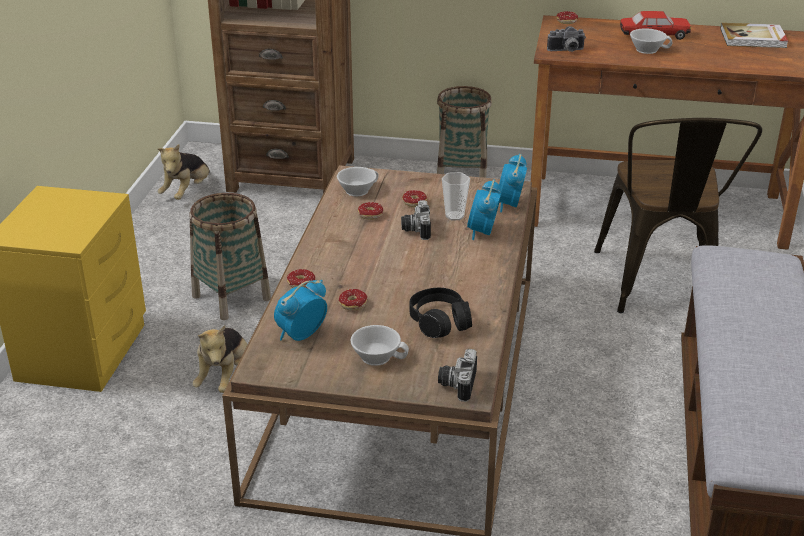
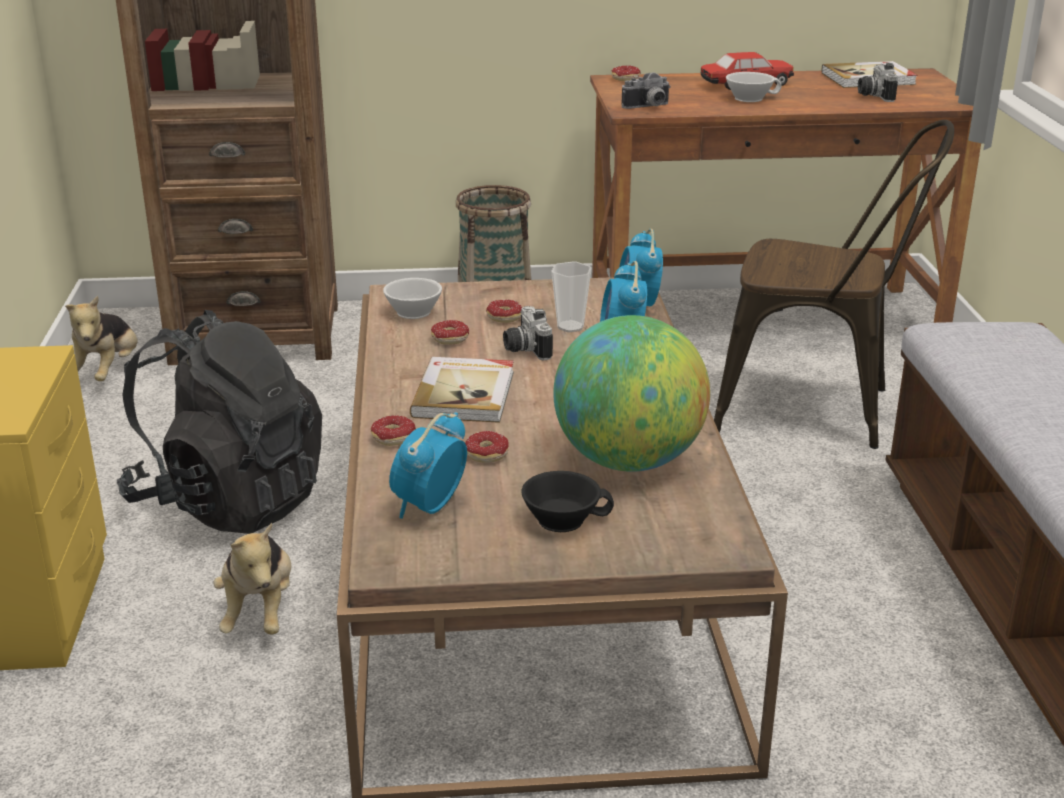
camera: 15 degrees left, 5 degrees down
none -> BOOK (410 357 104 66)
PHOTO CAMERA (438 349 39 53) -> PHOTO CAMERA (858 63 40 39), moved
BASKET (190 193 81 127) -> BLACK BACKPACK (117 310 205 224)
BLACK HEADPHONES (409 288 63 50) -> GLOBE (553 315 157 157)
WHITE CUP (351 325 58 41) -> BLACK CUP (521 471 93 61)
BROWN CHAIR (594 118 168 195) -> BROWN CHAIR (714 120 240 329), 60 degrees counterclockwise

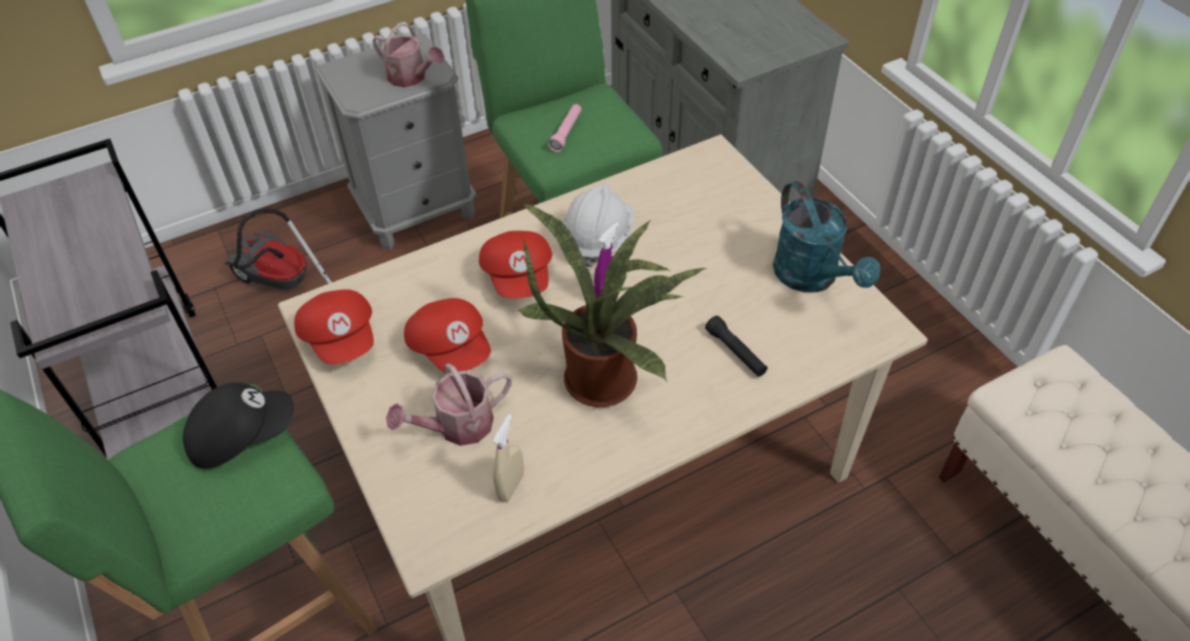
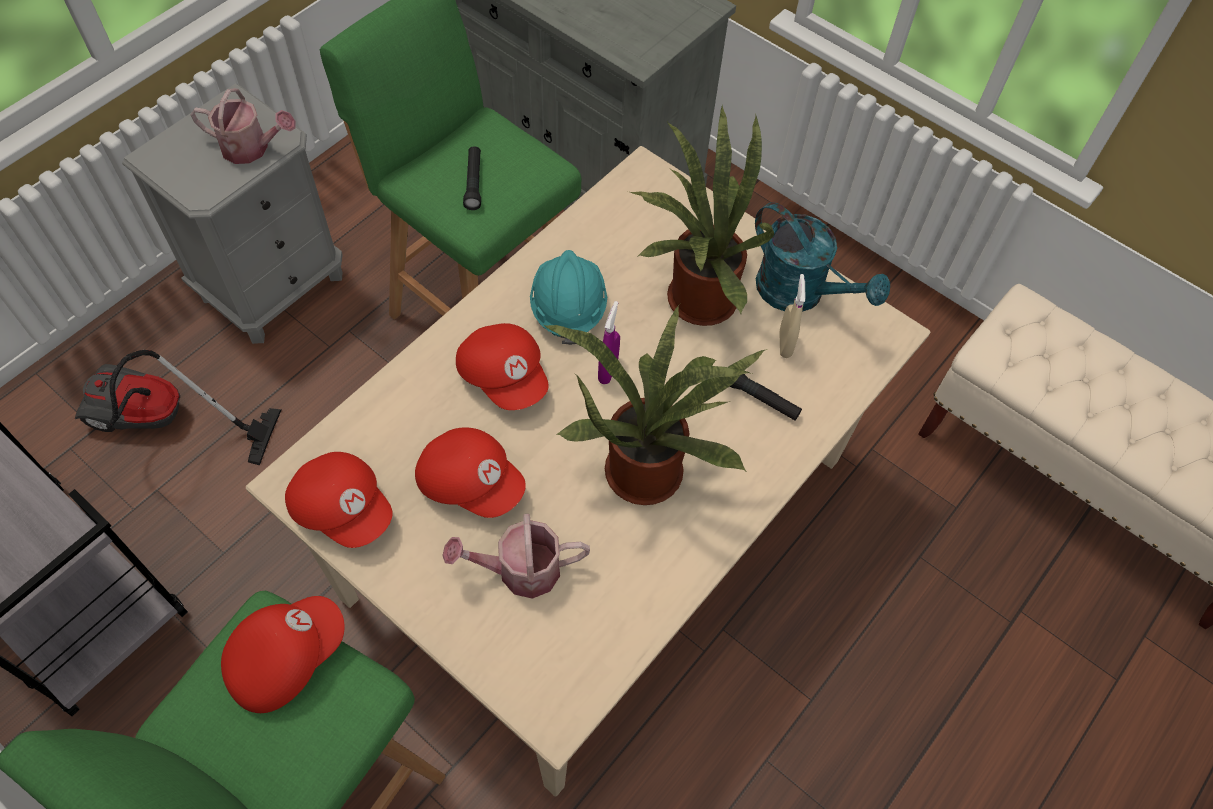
camera: 25 degrees left, 10 degrees up
none -> POTTED PLANT (628 104 147 222)
BEIGE SPRAY BOTTLE (492 414 32 88) -> BEIGE SPRAY BOTTLE (780 274 26 84), moved
BLACK CAP (183 382 111 87) -> RED CAP (221 596 123 117)
PINK FLASHLIGHT (548 104 34 48) -> BLACK FLASHLIGHT (463 146 18 64)
WHITE HARD HAT (564 184 70 83) -> TURQUOISE HARD HAT (530 250 77 95)
WATERING CAN (386 363 126 83) -> WATERING CAN (442 514 148 85), 45 degrees clockwise

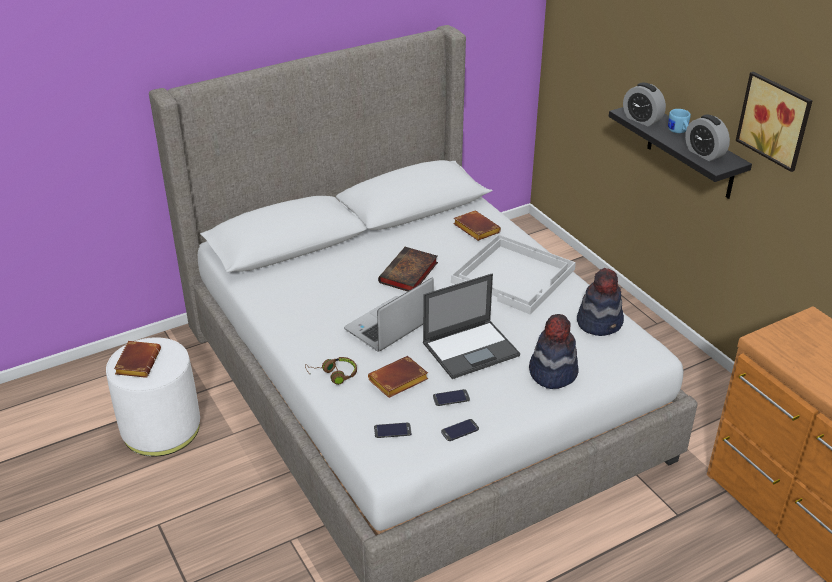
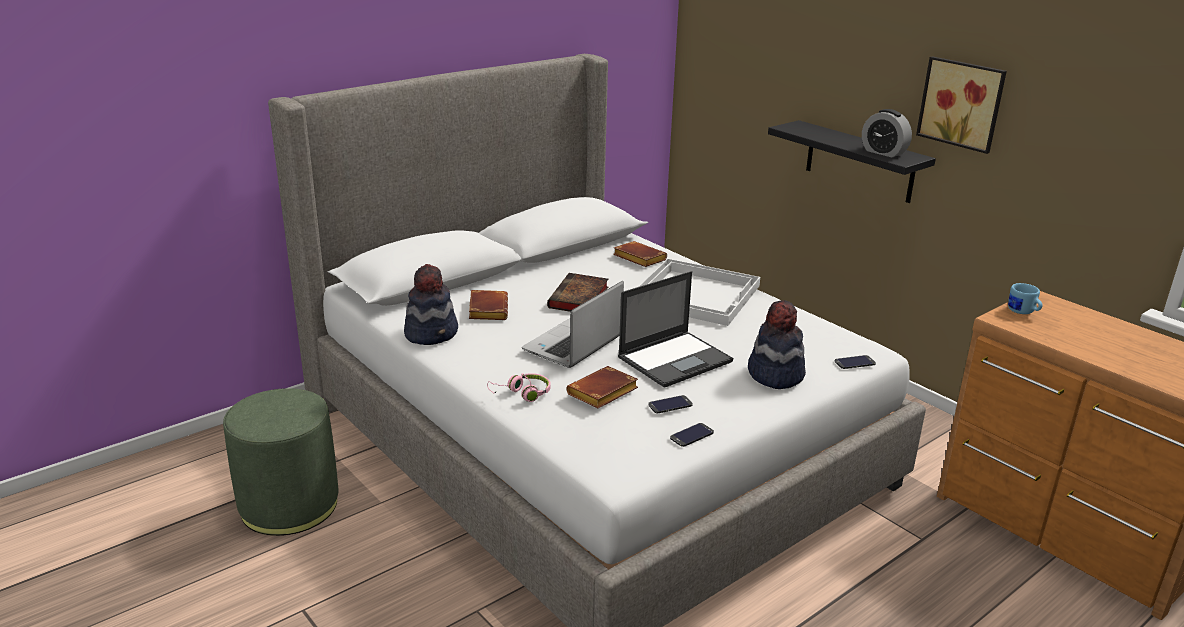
camera: 10 degrees left, 10 degrees down
ALARM CLOCK (623 82 43 44) -> none
BROWN BOOK (114 341 47 37) -> BROWN BOOK (469 290 39 30), moved
PHONE (374 423 38 15) -> PHONE (835 355 41 14), moved
HAT (577 268 47 68) -> HAT (404 264 54 81), moved
BLUE MUG (668 109 23 24) -> BLUE MUG (1008 283 35 31), moved
WHITE OTTOMAN (106 337 94 120) -> GREEN OTTOMAN (223 388 116 148)
BROWN HEADPHONES (305 357 52 28) -> PINK HEADPHONES (487 373 64 29)

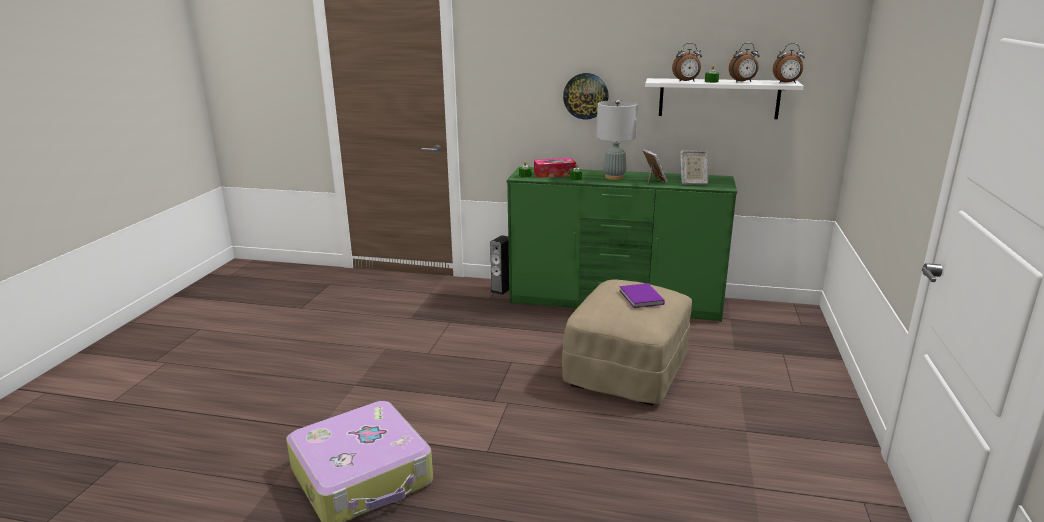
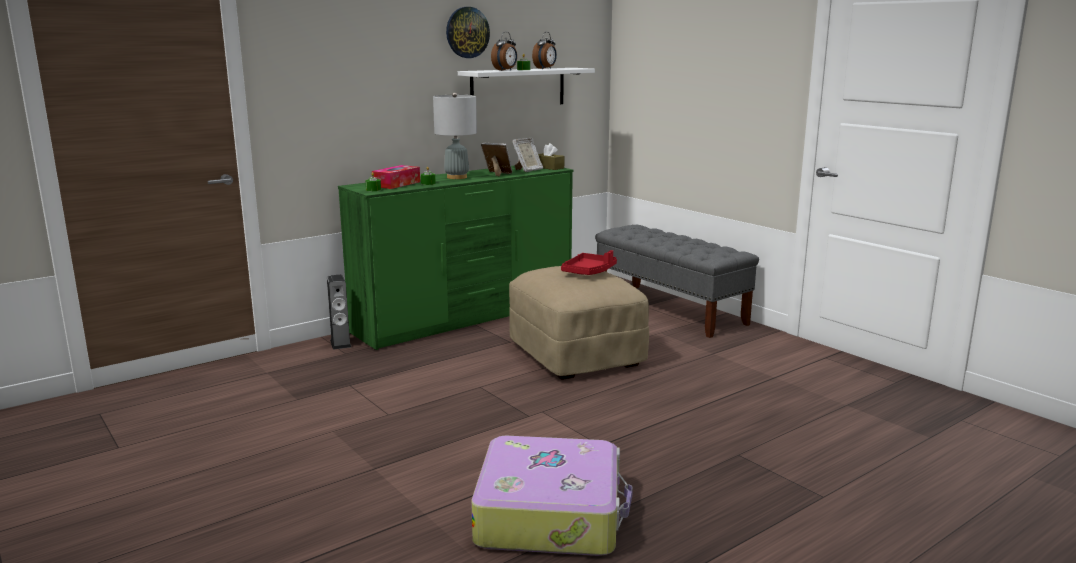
camera: 50 degrees left, 5 degrees down
ALARM CLOCK (773 43 32 40) -> none
none -> BROWN TISSUE BOX (538 143 26 27)
none -> GREY BENCH (595 225 164 113)
WALL CLOCK (563 73 46 46) -> WALL CLOCK (446 7 44 51), moved
PURPLE BOOK (619 283 46 25) -> RED TRAY (561 250 56 25)

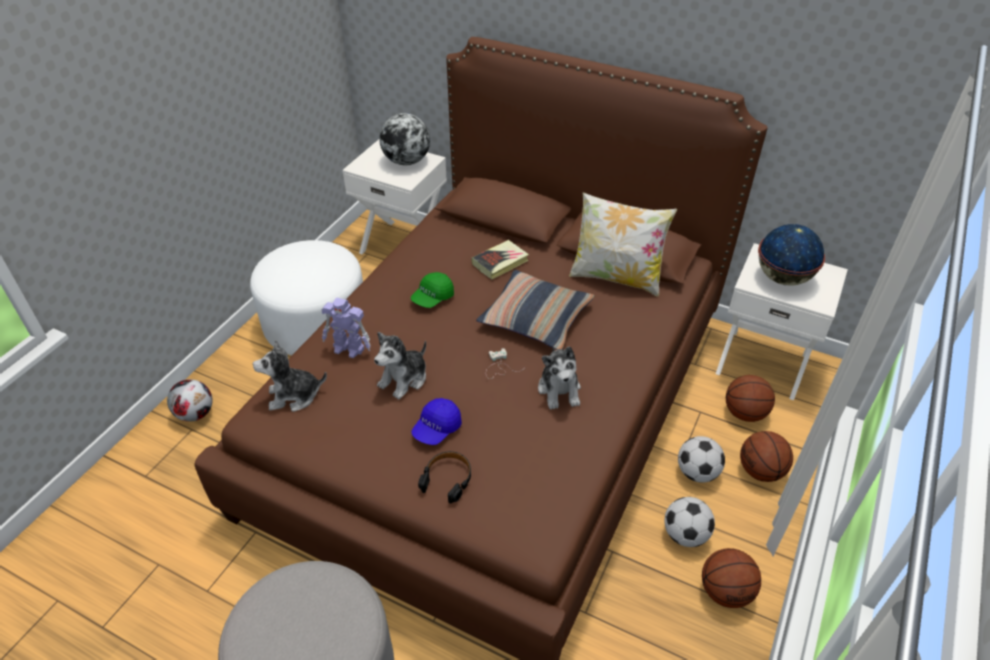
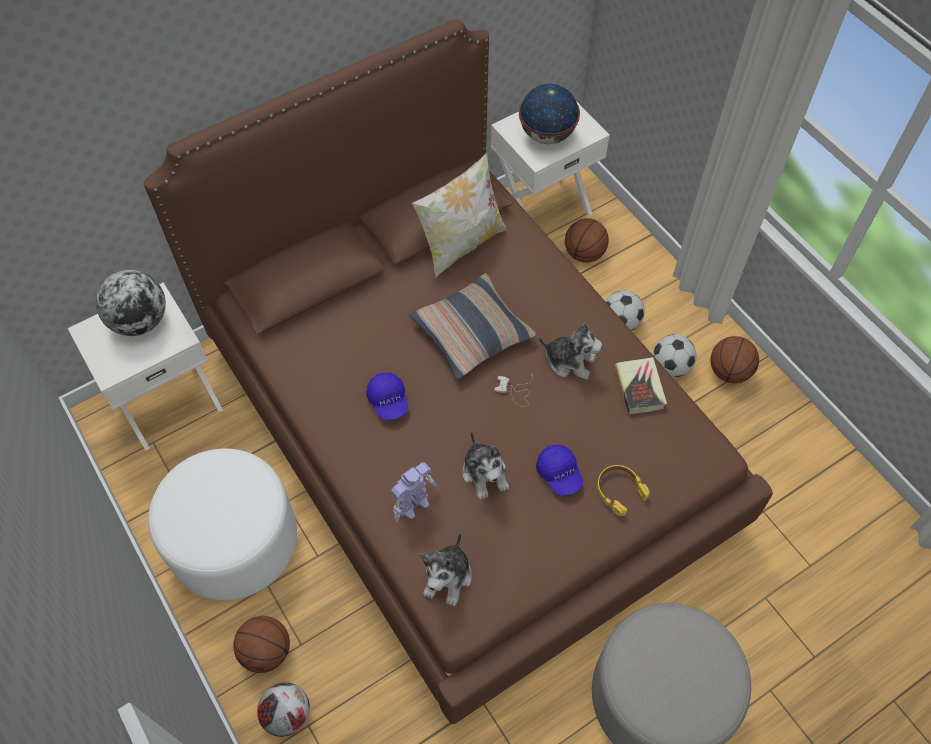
camera: 60 degrees left, 15 degrees up
BOOK (472 240 57 39) -> BOOK (614 357 53 57), moved
BASKETBALL (740 431 53 51) -> BASKETBALL (233 616 57 57), moved
GREEN CAP (411 272 43 36) -> BLUE CAP (366 373 42 47)
BLACK HEADPHONES (418 451 53 52) -> YELLOW HEADPHONES (597 465 53 51)

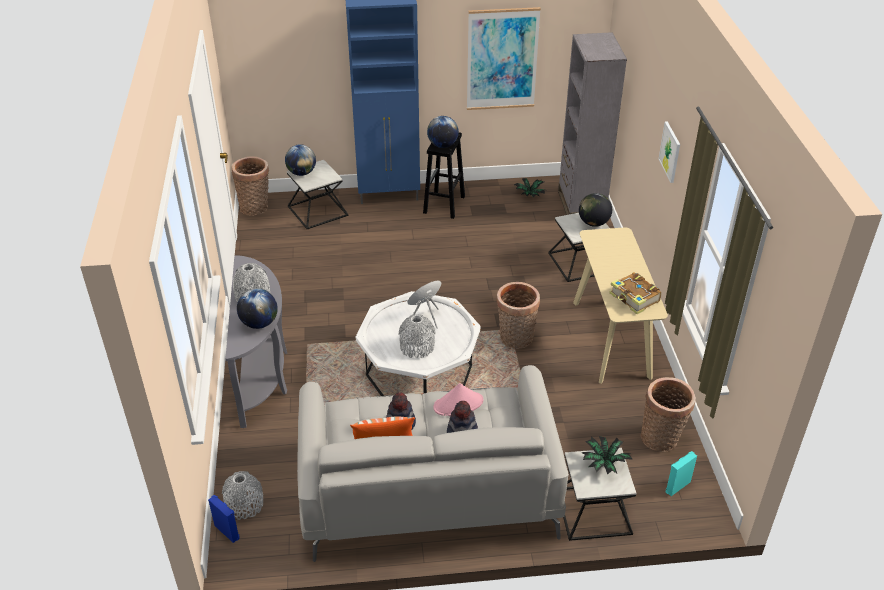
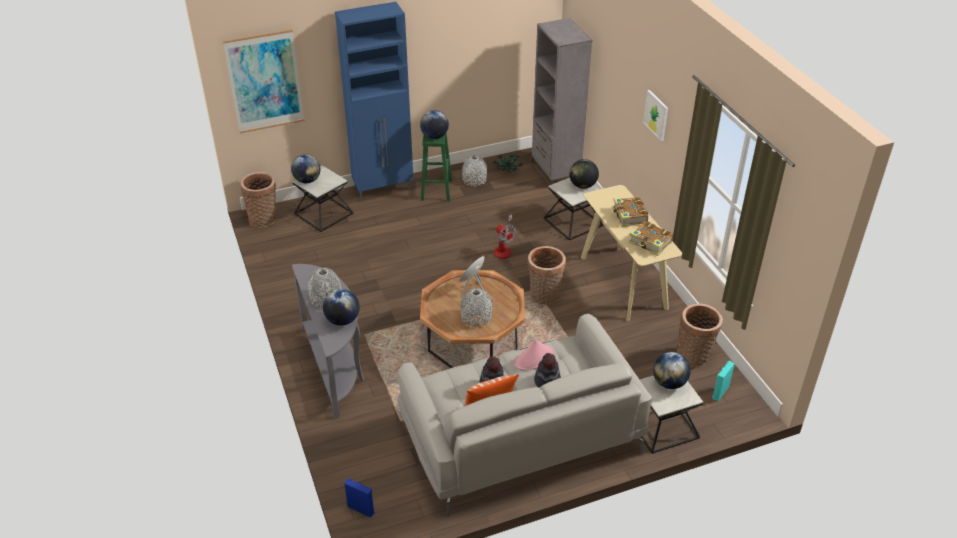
camera: 15 degrees left, 0 degrees up
none -> FAN (494 214 23 45)
none -> BOOK (612 197 36 30)
GREY VASE (222 471 41 49) -> GREY VASE (462 155 25 32), moved
PICTURE (467 7 74 103) -> PICTURE (223 29 82 104), moved
POTTED PLANT (581 436 51 39) -> GLOBE (653 352 38 37)
WHITE COFFEE TABLE (356 291 125 105) -> BROWN COFFEE TABLE (420 270 105 98)
BLACK STOOL (423 133 42 86) -> GREEN STOOL (421 133 31 68)

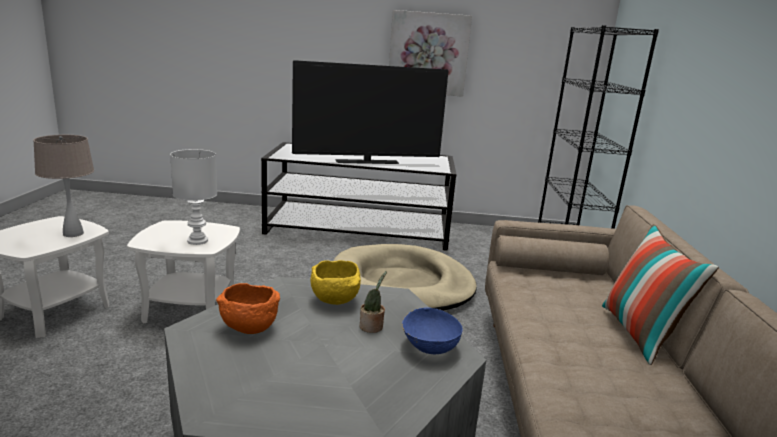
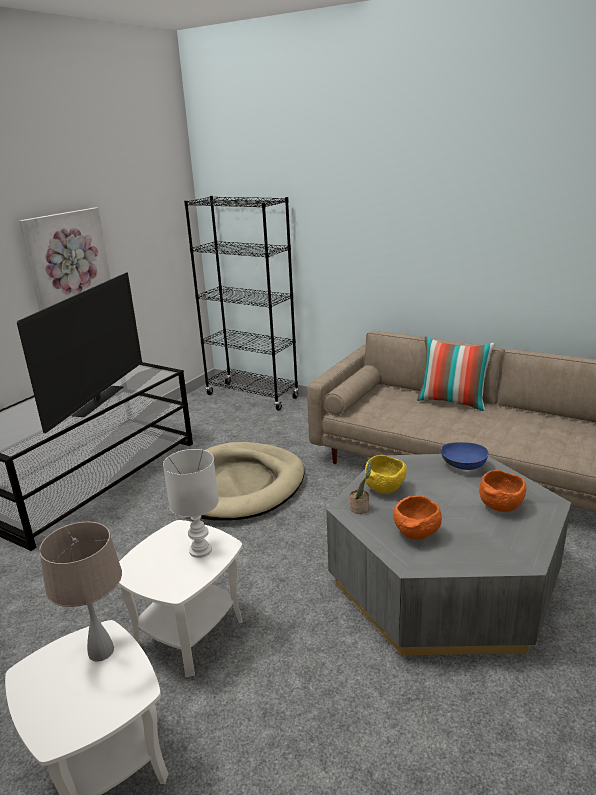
camera: 60 degrees left, 5 degrees up
none -> ORANGE BOWL (479 470 47 42)
POTTED PLANT (360 271 27 62) -> POTTED PLANT (350 461 22 53), moved

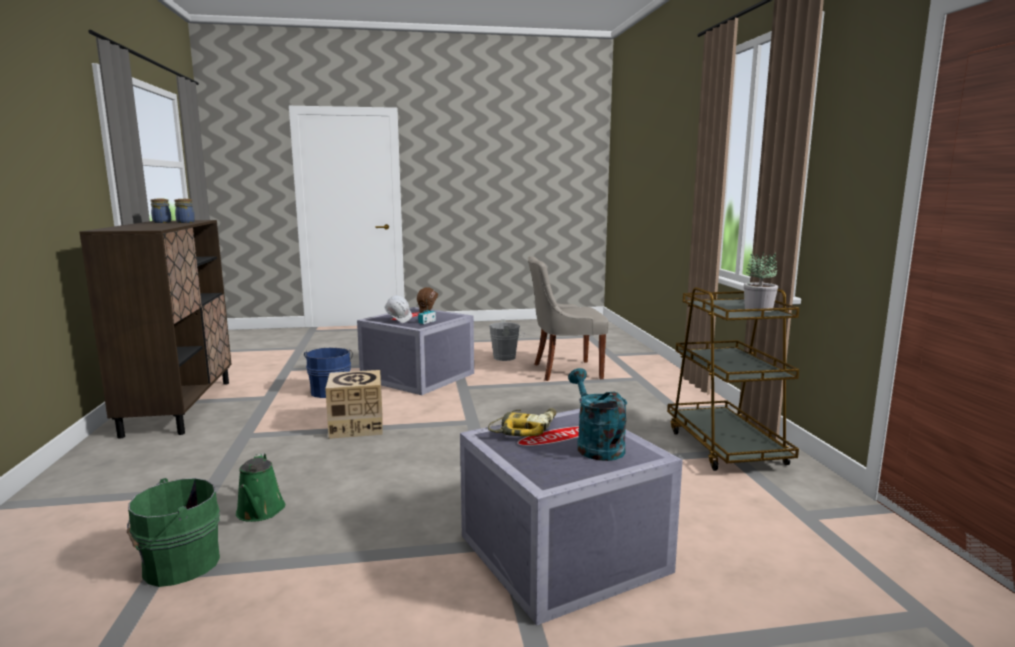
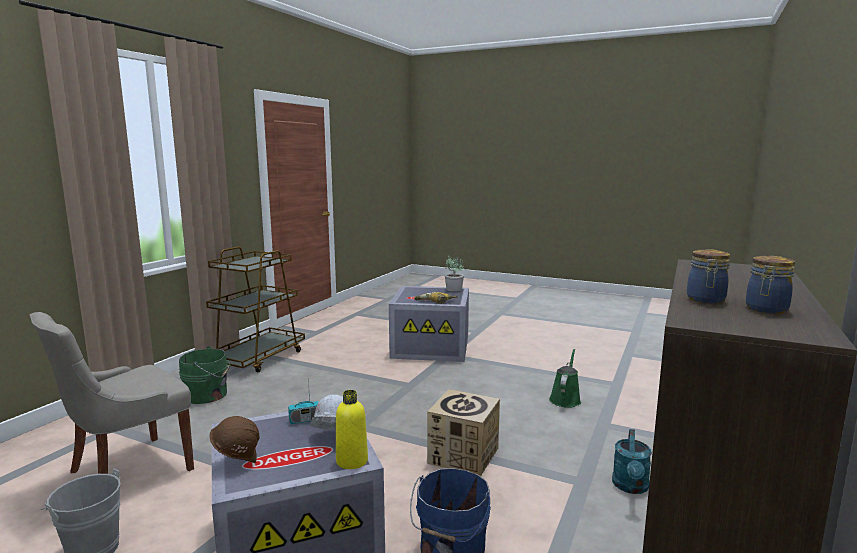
camera: 145 degrees left, 0 degrees up
none -> YELLOW BOTTLE (336 390 32 79)
GREEN BUCKET (127 478 93 109) -> GREEN BUCKET (179 346 51 58), moved
TURQUOISE WATERING CAN (568 368 59 93) -> TURQUOISE WATERING CAN (612 429 40 65), moved
POTTED PLANT (744 252 34 60) -> POTTED PLANT (445 255 19 37), moved
GREY CHAIR (528 257 81 124) -> GREY CHAIR (29 312 165 162), 105 degrees clockwise

